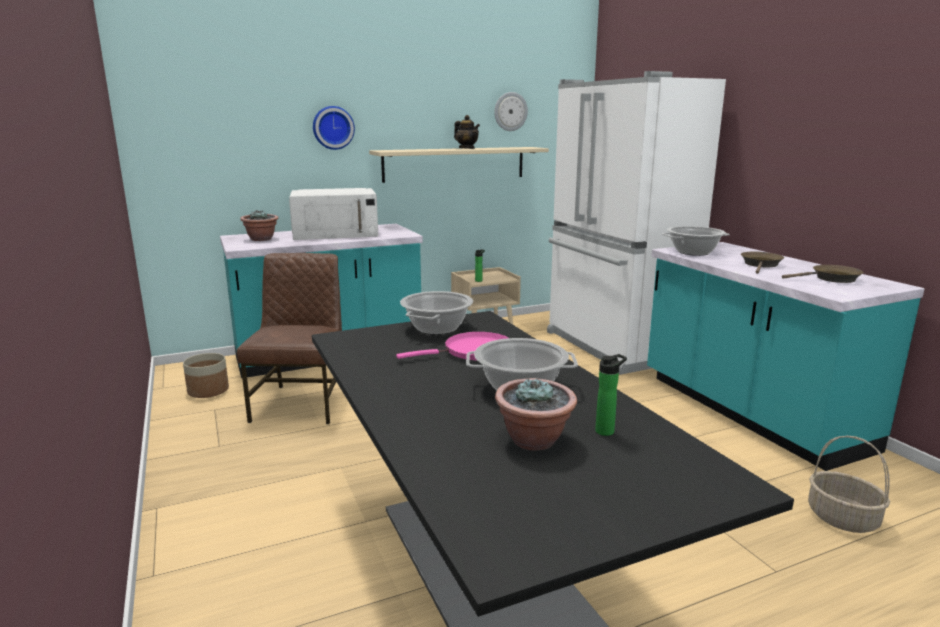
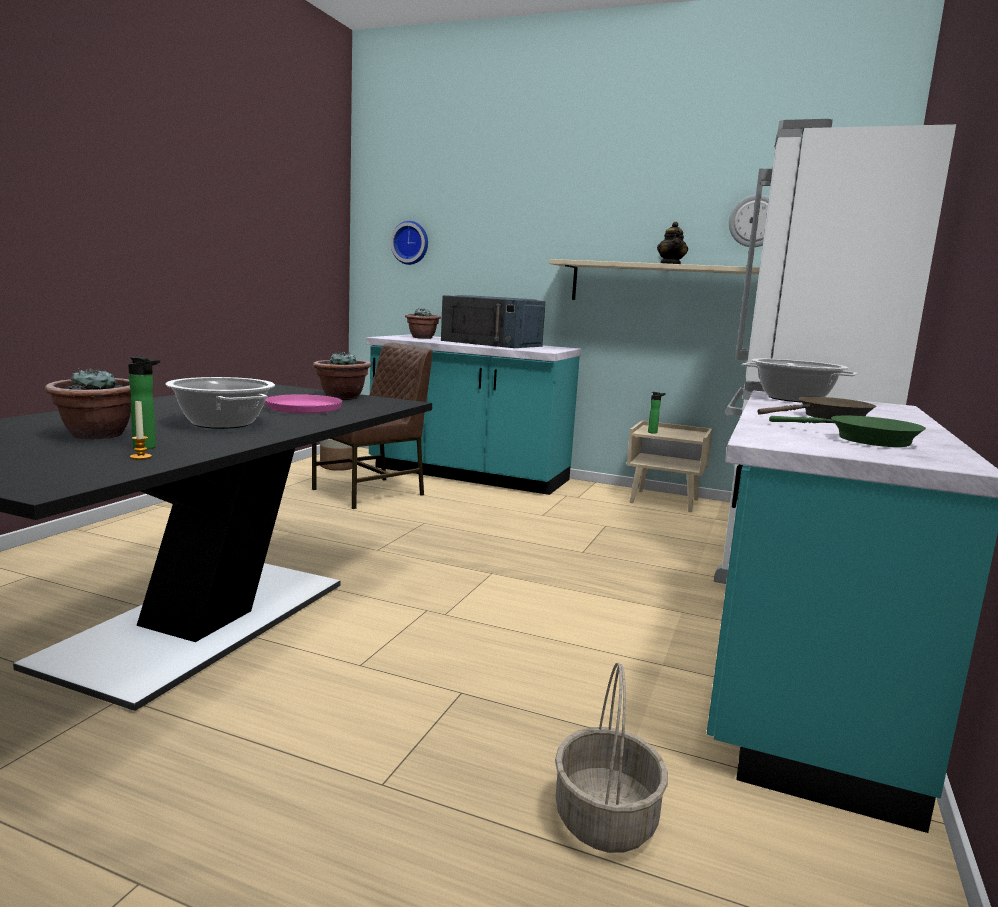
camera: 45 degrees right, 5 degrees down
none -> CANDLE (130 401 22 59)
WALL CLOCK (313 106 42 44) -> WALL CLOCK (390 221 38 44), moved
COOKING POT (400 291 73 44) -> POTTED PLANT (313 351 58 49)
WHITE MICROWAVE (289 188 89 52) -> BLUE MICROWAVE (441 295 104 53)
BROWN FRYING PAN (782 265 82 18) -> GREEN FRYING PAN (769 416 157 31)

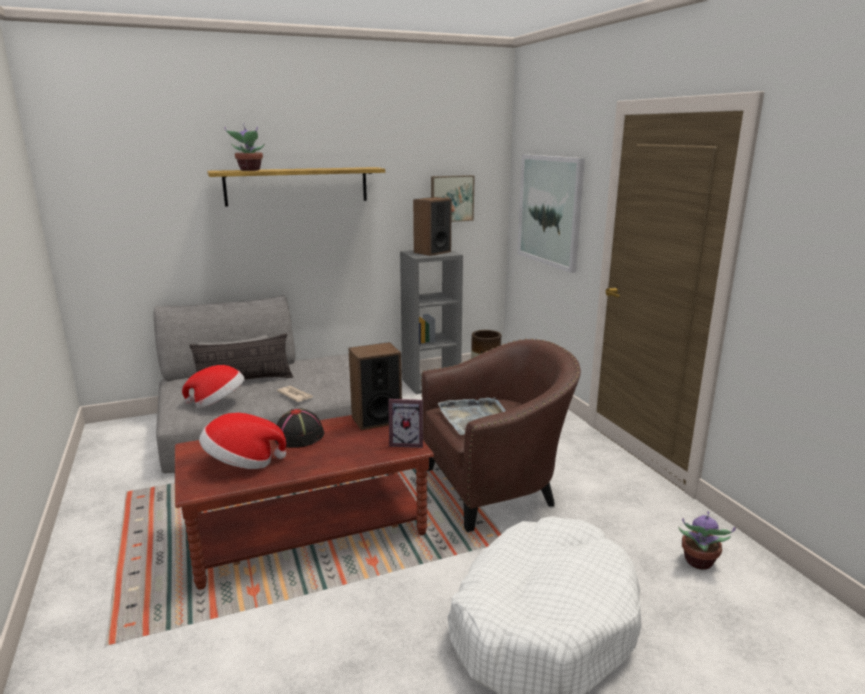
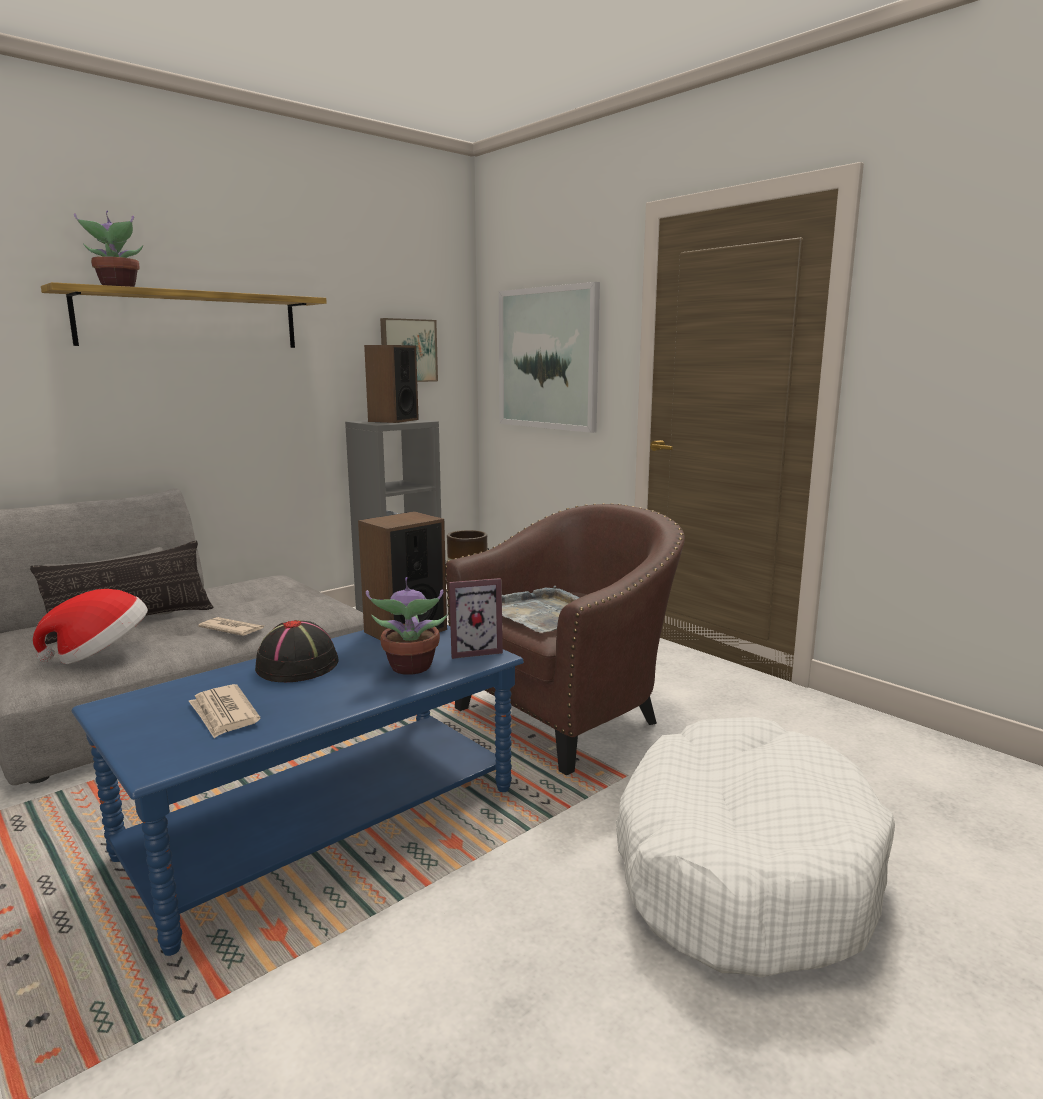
camera: 20 degrees left, 5 degrees down
POTTED PLANT (678 512 58 58) -> POTTED PLANT (366 577 82 98), moved
HAT (199 413 87 56) -> NEWSPAPER (189 684 72 55)
BROWN COFFEE TABLE (175 415 259 175) -> BLUE COFFEE TABLE (72 625 452 331)

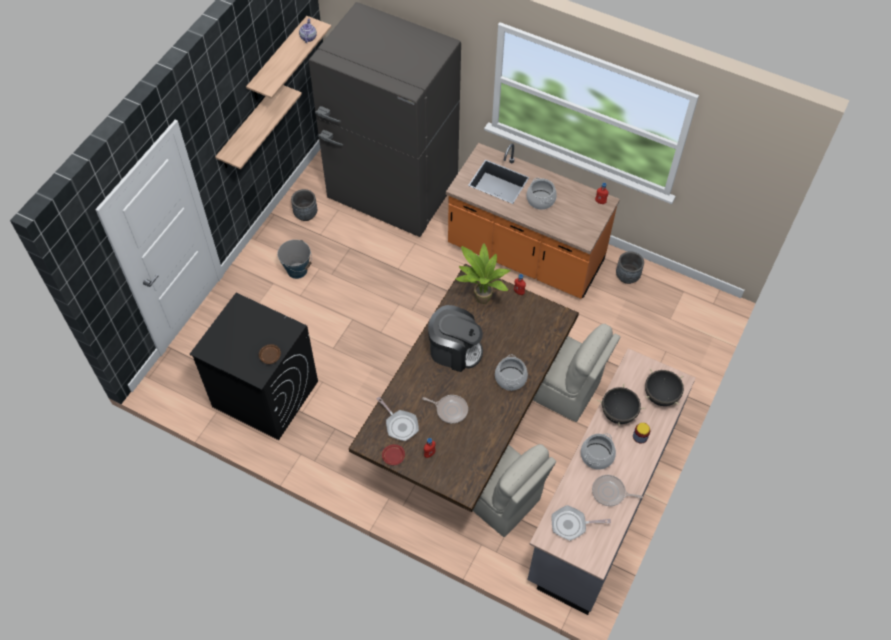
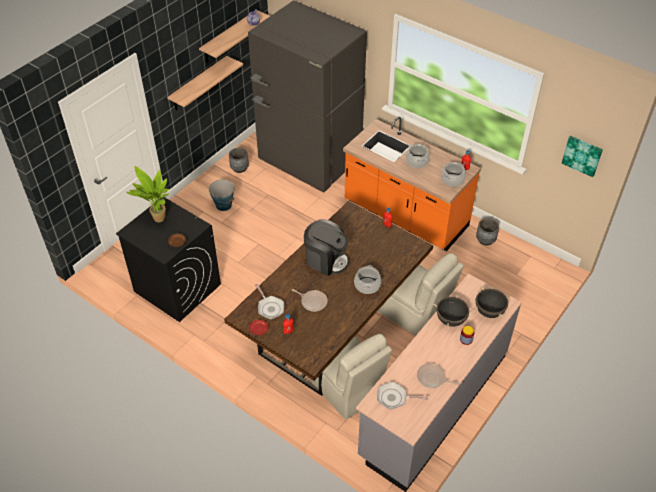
camera: 10 degrees right, 10 degrees down
none -> PICTURE (562 136 41 41)
POTTED PLANT (455 243 56 61) -> POTTED PLANT (127 166 43 56), moved
COOKING POT (581 433 35 37) -> COOKING POT (441 162 25 25), moved

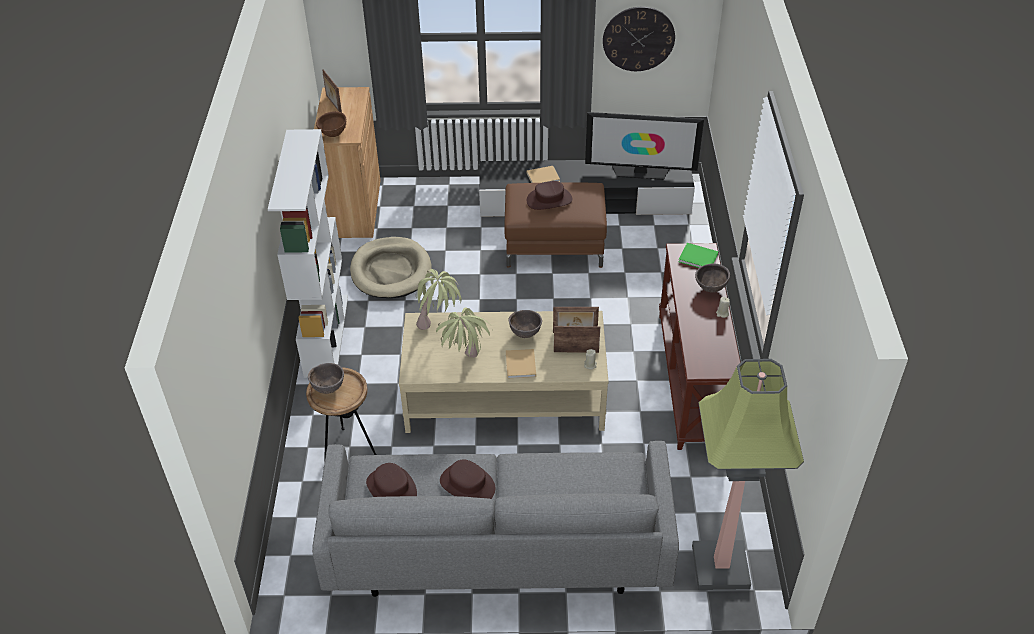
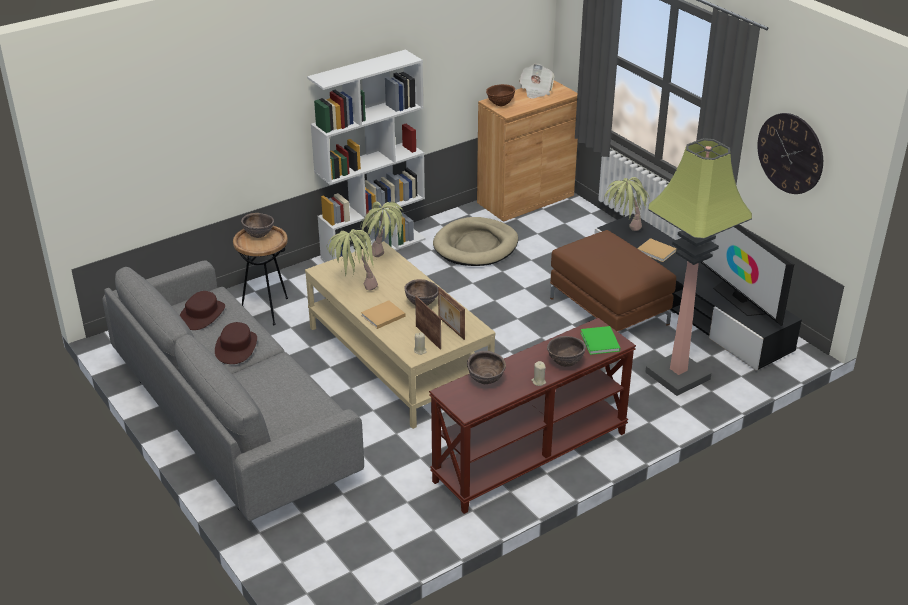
camera: 55 degrees right, 10 degrees down
BROWN HAT (527 181 45 29) -> none
none -> BROWN BOWL (467 351 39 33)
none -> POTTED PLANT (604 177 46 54)
FLOOR LAMP (692 359 112 231) -> FLOOR LAMP (645 138 107 258), moved
PICTURE FRAME (323 70 19 43) -> NEWSPAPER (519 64 36 35)

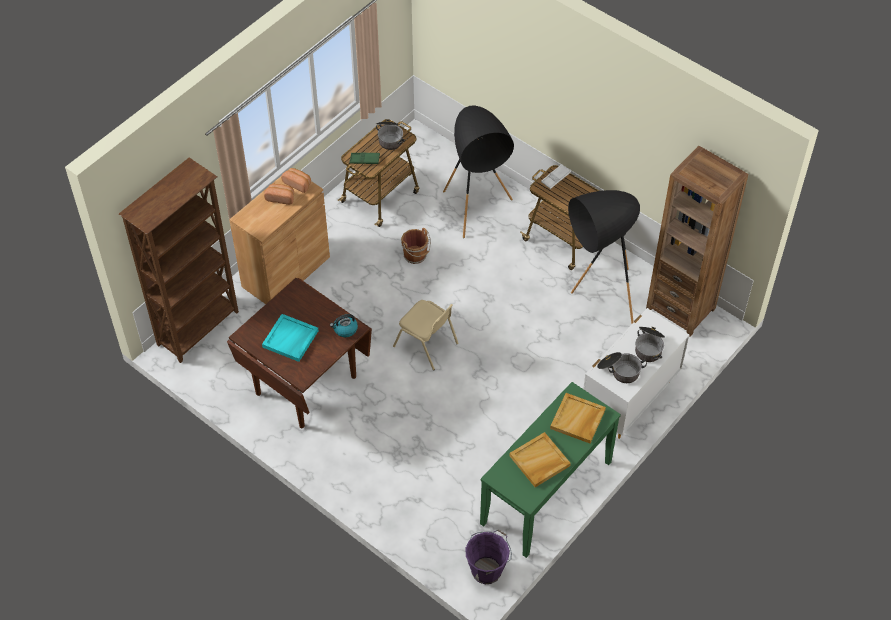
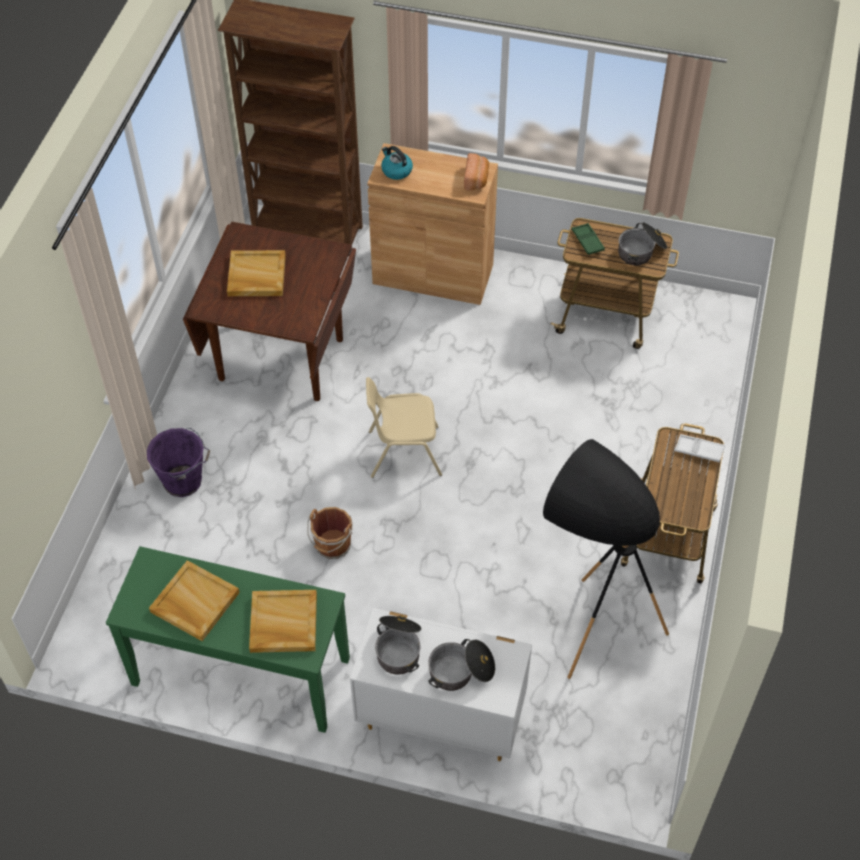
camera: 65 degrees right, 0 degrees up
BREAD (264 184 30 21) -> none
BLACK FLOOR LAMP (443 105 71 133) -> none
BROWN BOOKCASE (646 146 103 191) -> none
KETTLE (330 314 28 23) -> KETTLE (381 146 32 34), moved
BROWN BUCKET (401 228 30 36) -> BROWN BUCKET (307 507 46 52), moved
PURPLE BUCKET (466 529 46 55) -> PURPLE BUCKET (147 428 63 69), moved
TURQUOISE TRAY (262 314 57 48) -> BEIGE TRAY (227 250 59 46)
BEIGE CHAIR (393 300 66 71) -> BEIGE CHAIR (366 377 76 101), 75 degrees clockwise

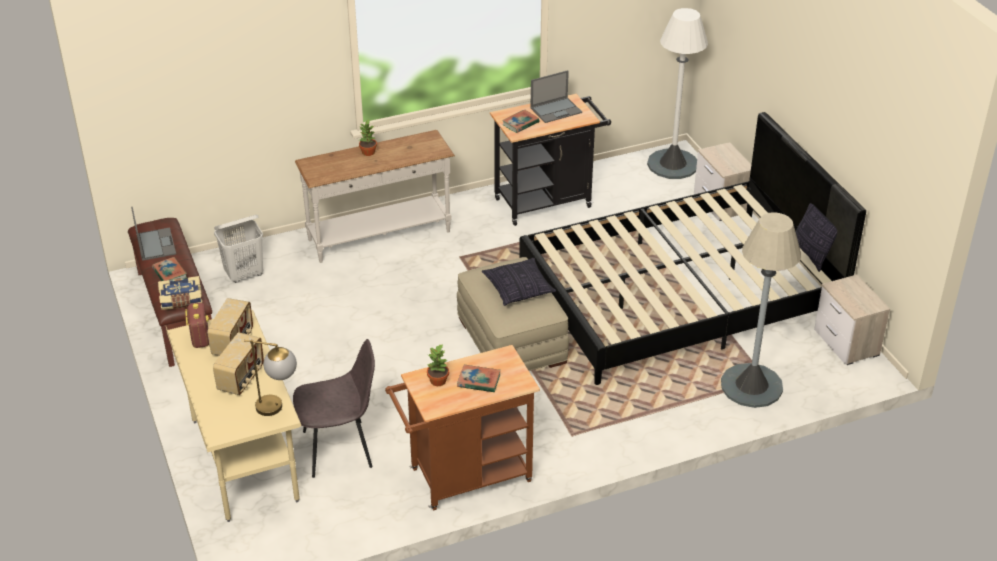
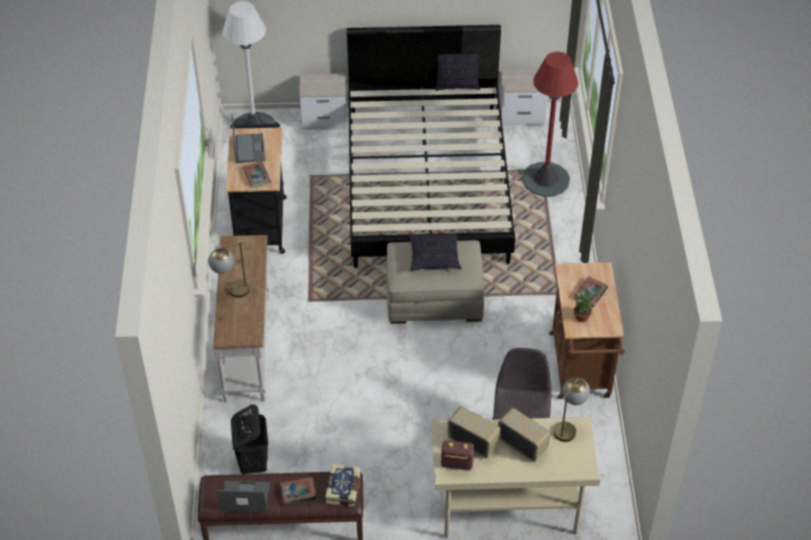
camera: 70 degrees left, 10 degrees up
POTTED PLANT (359 120 18 36) -> TABLE LAMP (208 242 42 56)
WHITE LAUNDRY BASKET (214 215 49 68) -> BLACK LAUNDRY BASKET (231 404 37 70)
GREY FLOOR LAMP (721 212 80 196) -> RED FLOOR LAMP (522 52 56 145)

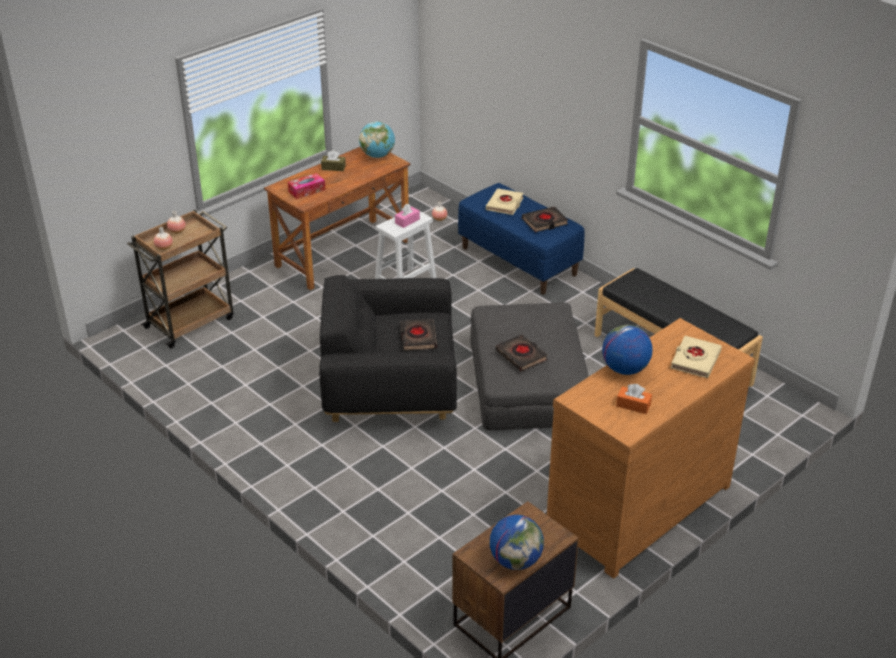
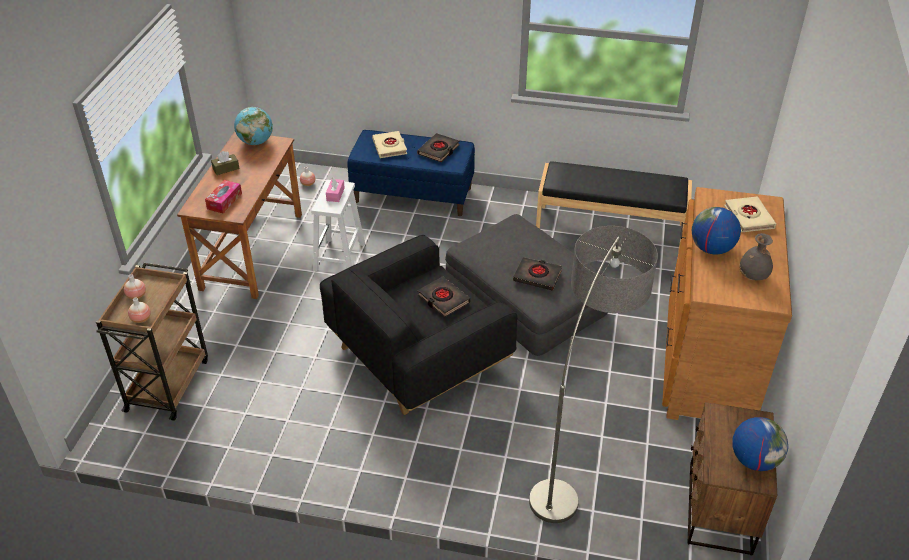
camera: 35 degrees left, 5 degrees up
none -> FLOOR LAMP (529 226 129 297)
ORANGE TISSUE BOX (616 384 36 30) -> GREY VASE (739 233 34 47)

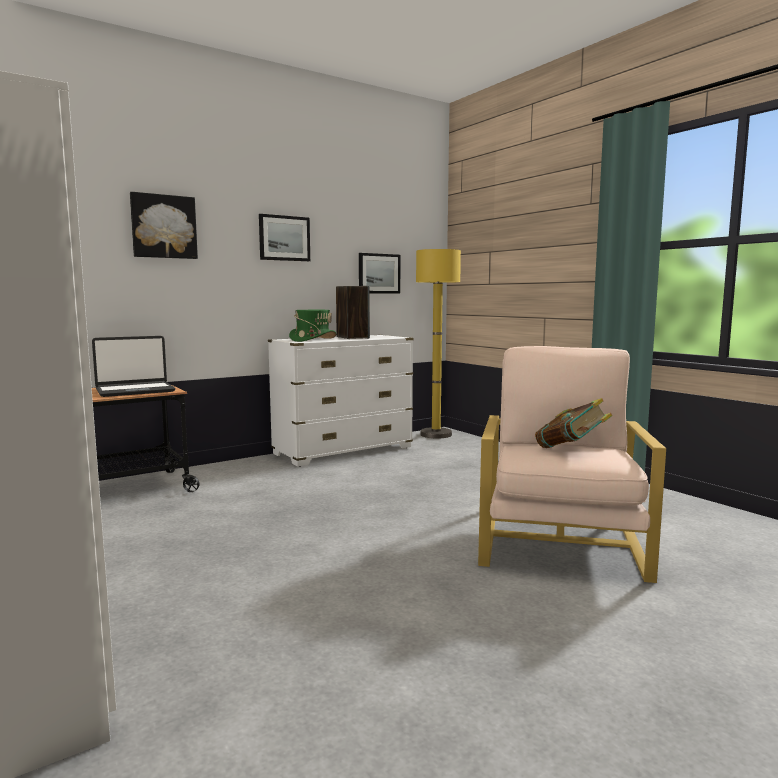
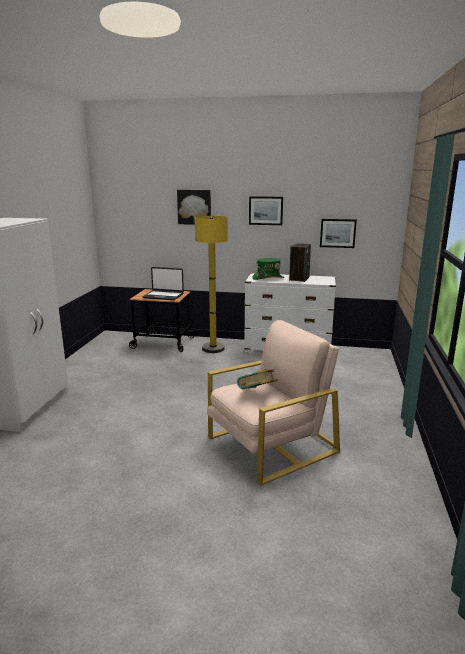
camera: 45 degrees right, 10 degrees up
YELLOW FLOOR LAMP (416 249 45 189) -> YELLOW FLOOR LAMP (195 216 33 137), moved

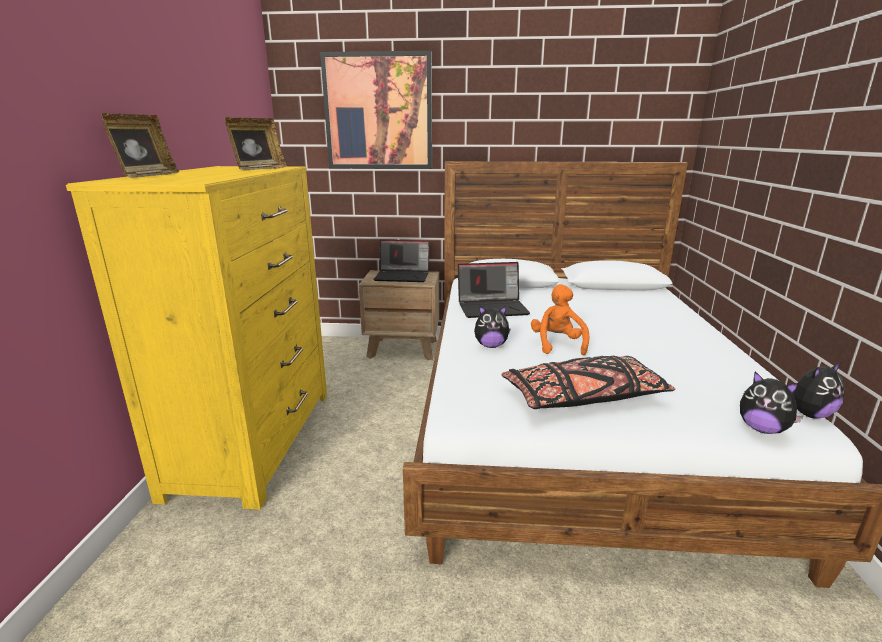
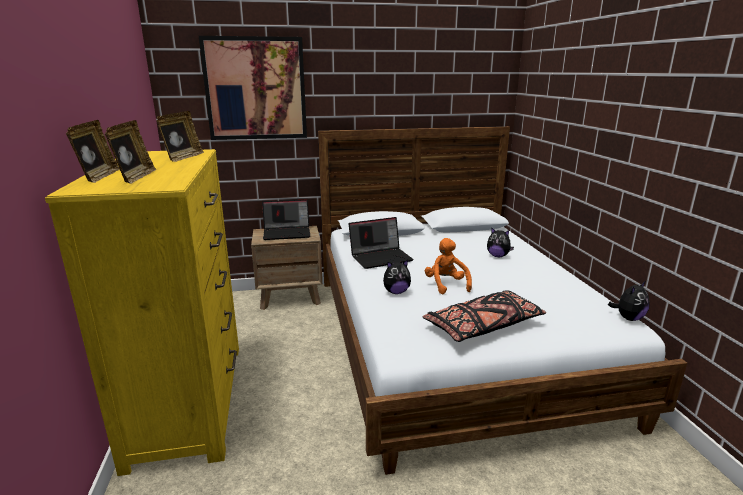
camera: 15 degrees left, 0 degrees up
none -> PICTURE FRAME (104 120 52 64)
PLUSH TOY (740 371 64 63) -> PLUSH TOY (487 228 27 29), moved

